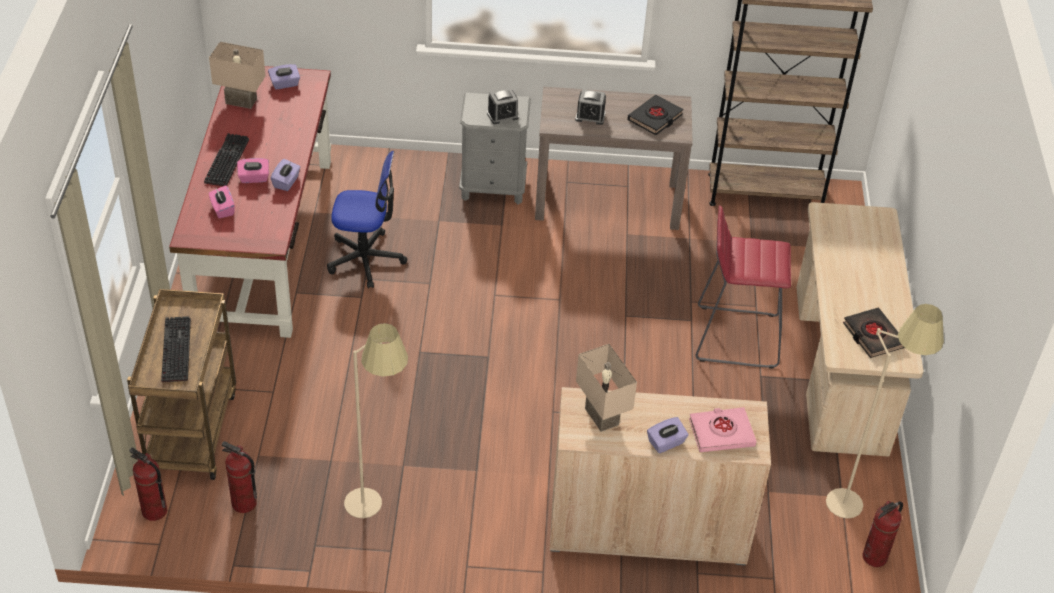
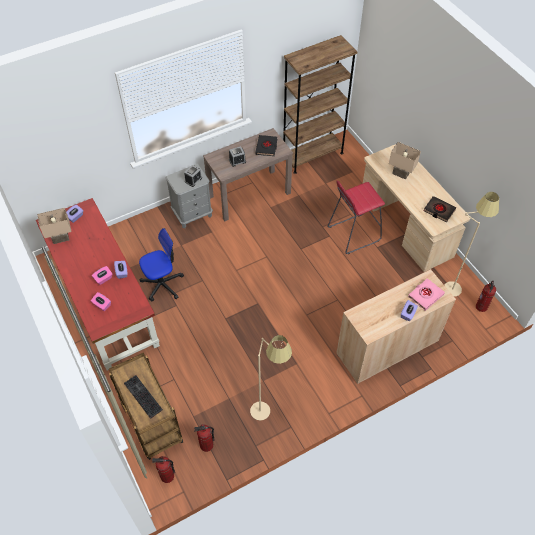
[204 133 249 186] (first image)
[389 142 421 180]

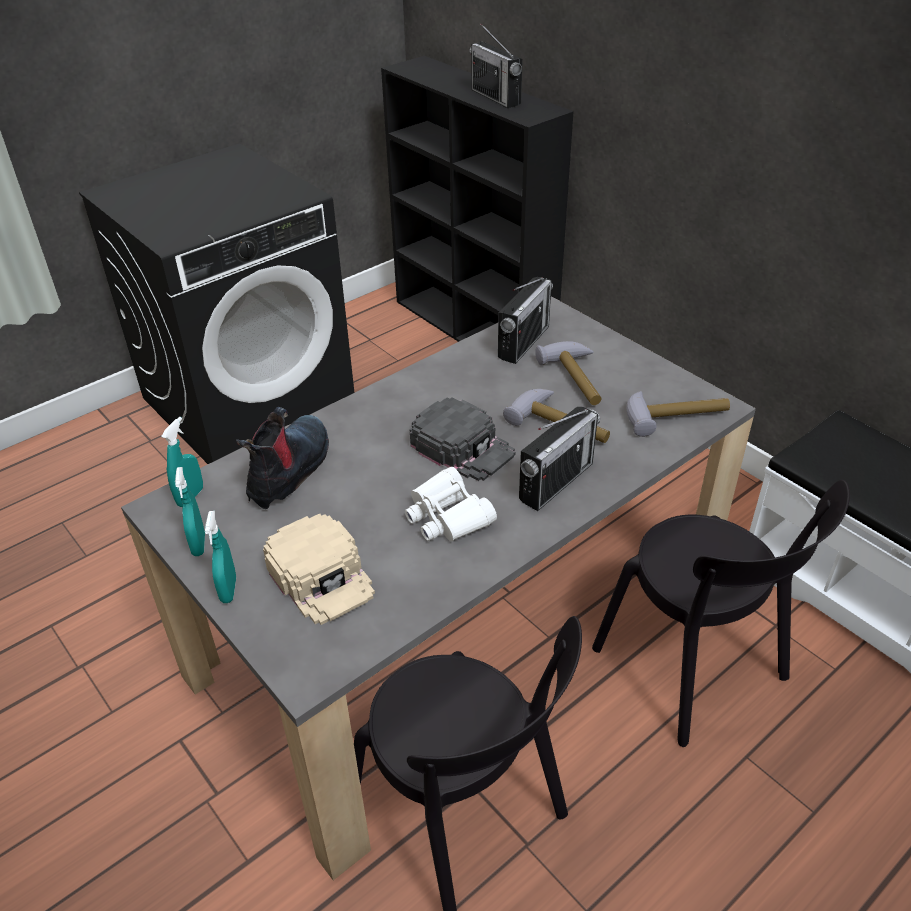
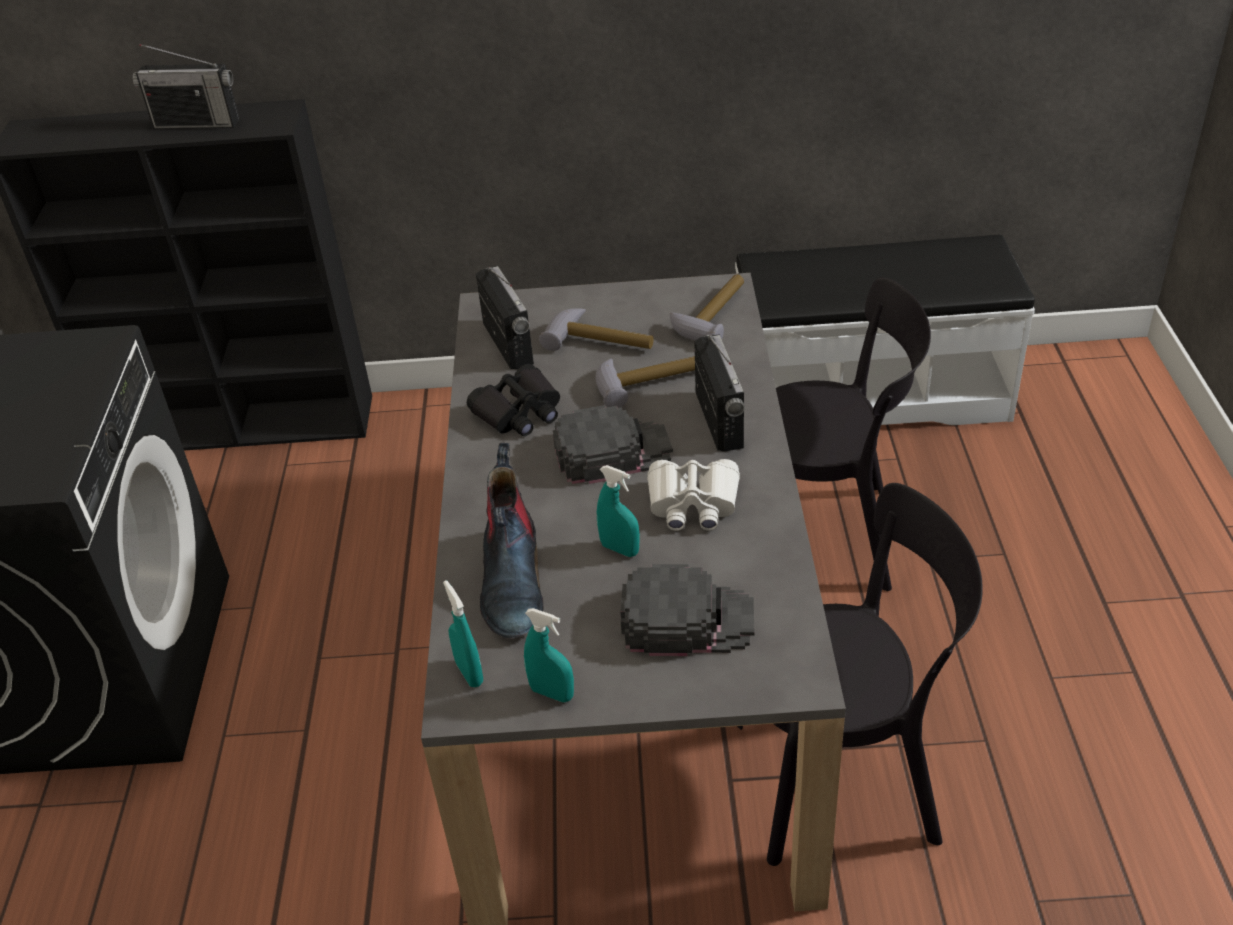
[597 465 640 557]
[480 443 543 638]
[620 564 754 656]
[467 364 560 436]

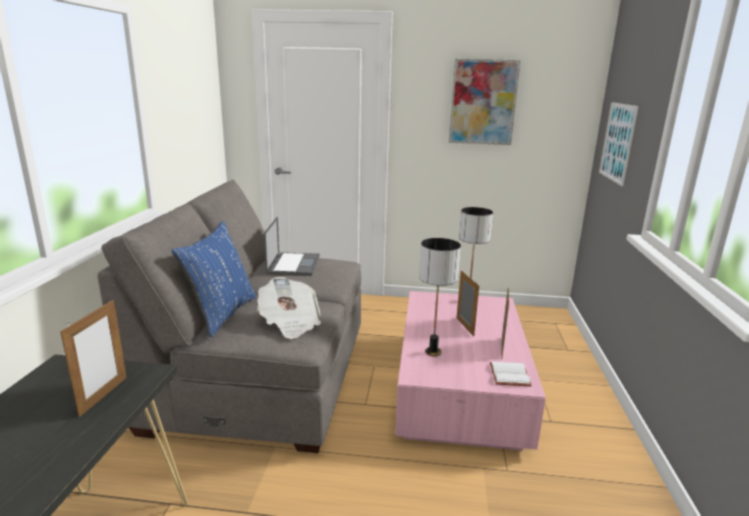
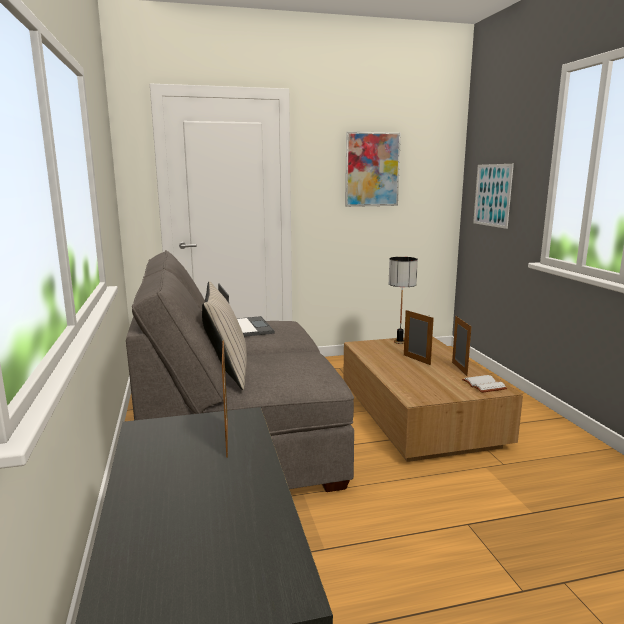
[202 281 247 390]
[257 277 321 339] (first image)
[343 337 523 462]
[419 238 461 357] (first image)

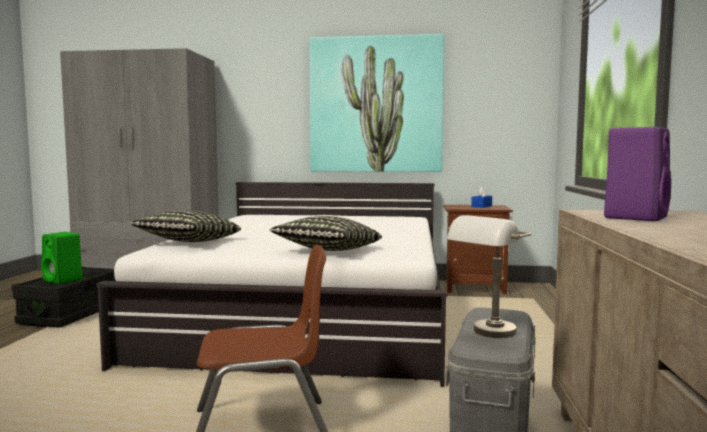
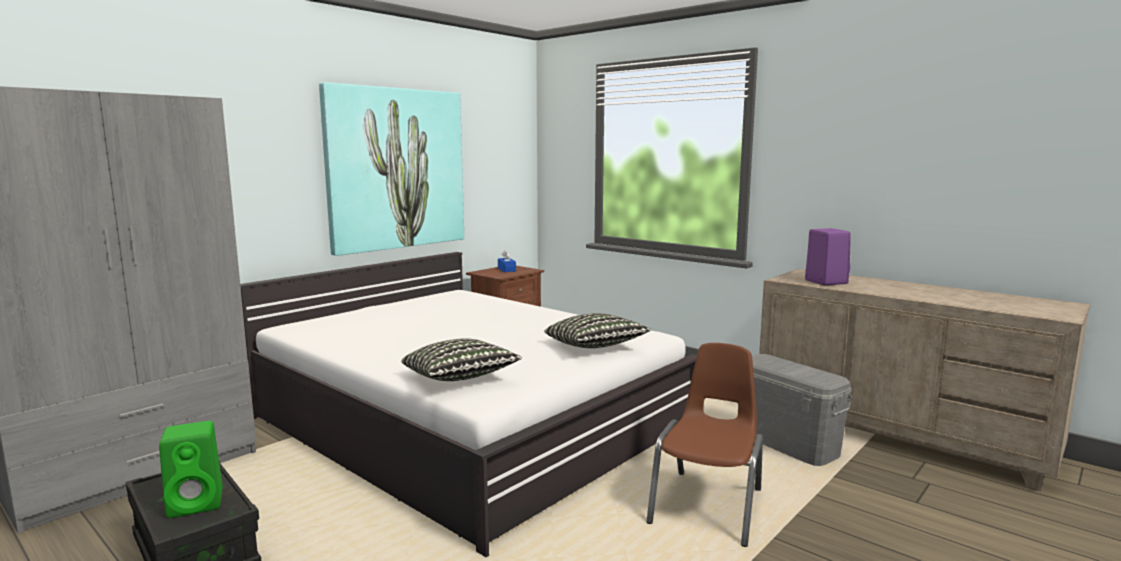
[447 215 532 338] (first image)

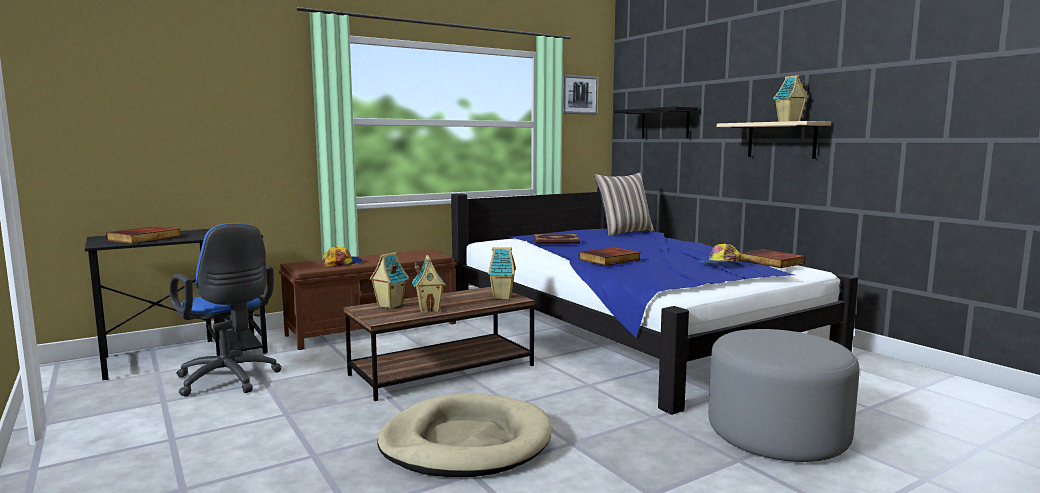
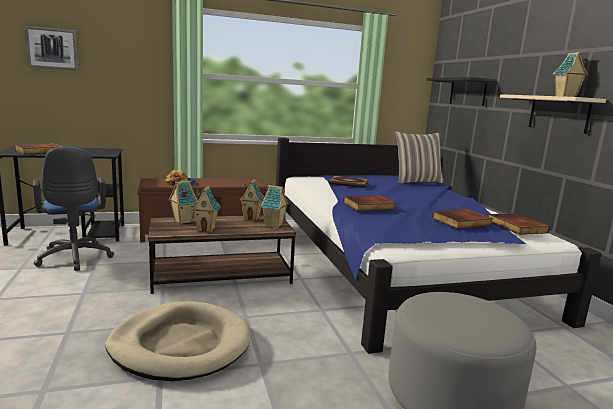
[25 26 78 70]
[432 209 493 229]
[239 179 265 221]

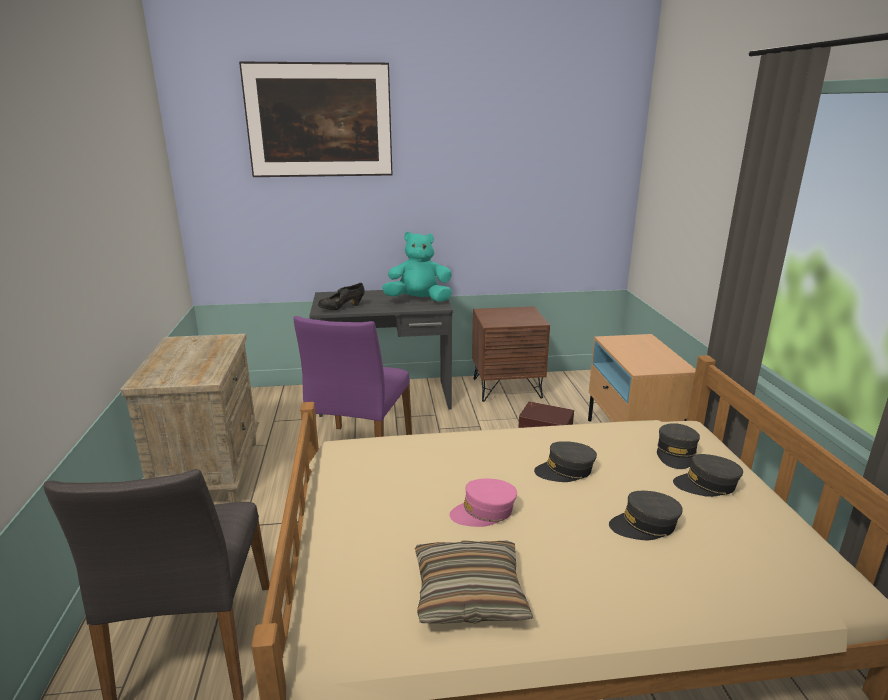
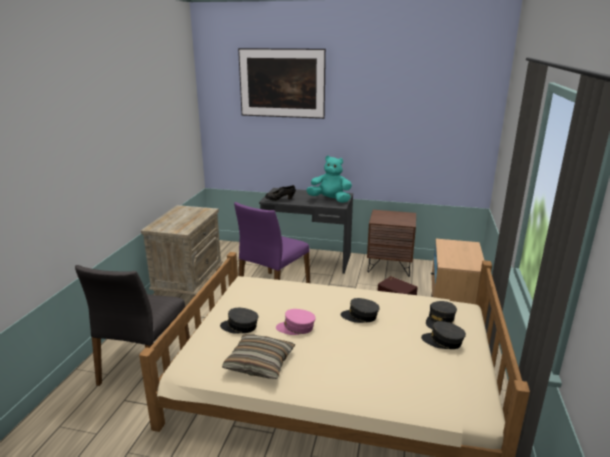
[220 308 258 334]

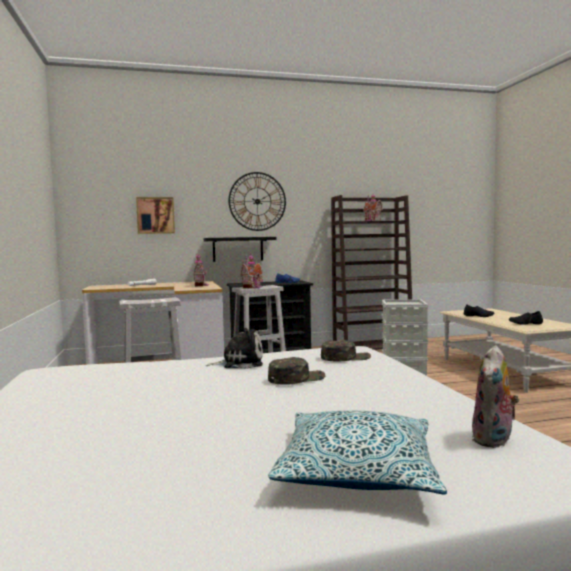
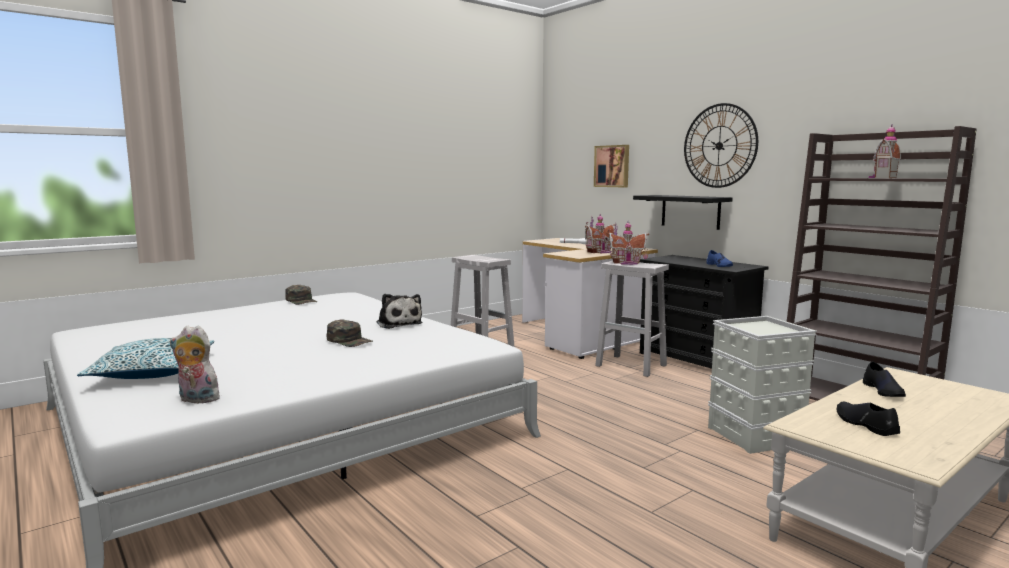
[285 285 317 305]

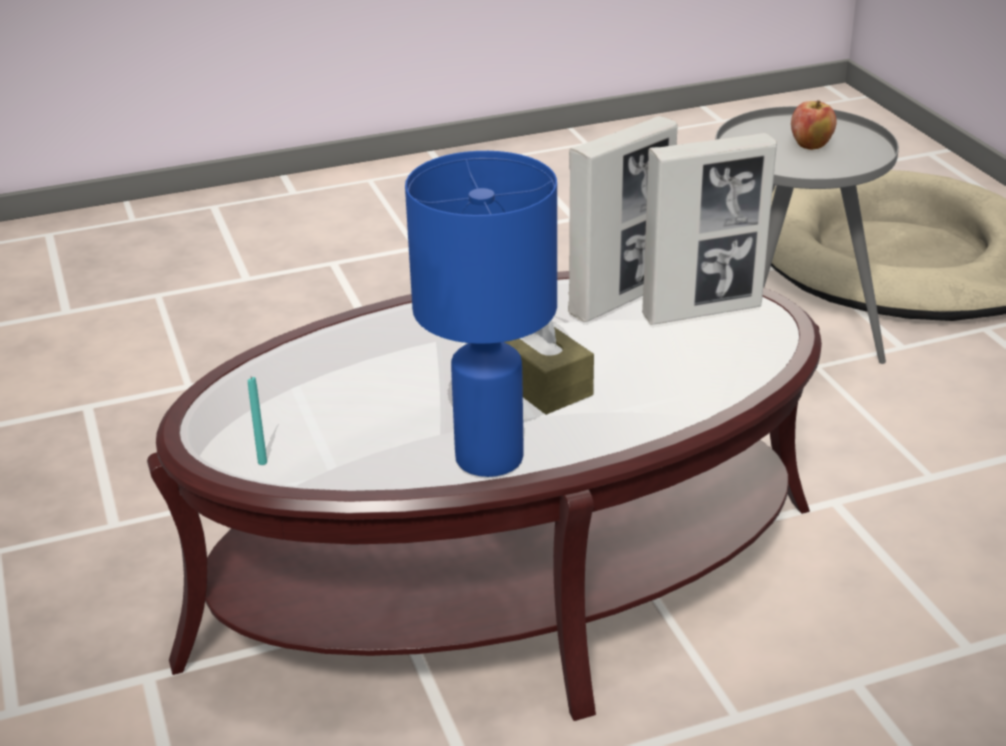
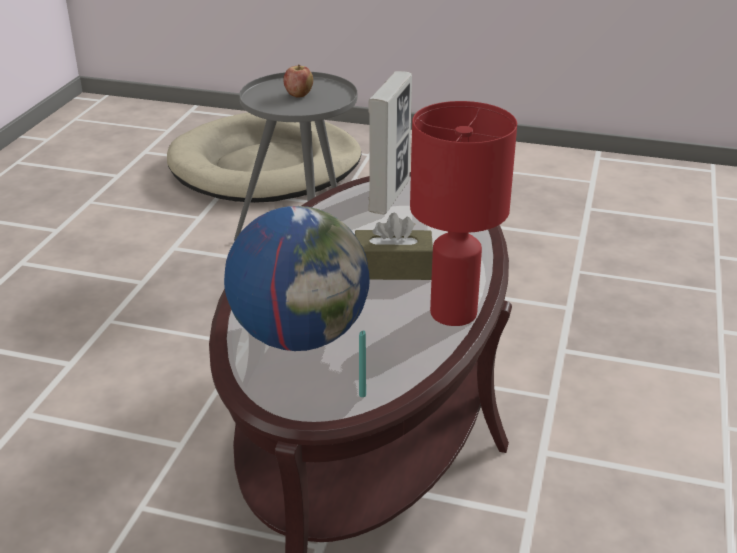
[410 101 517 326]
[568 116 677 322] (first image)
[224 206 370 351]

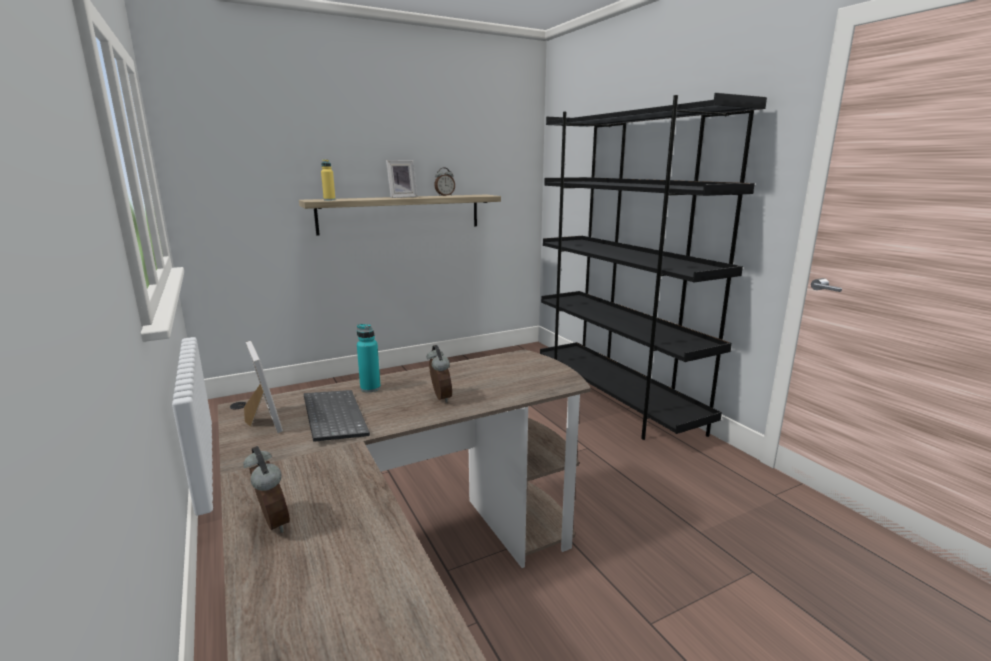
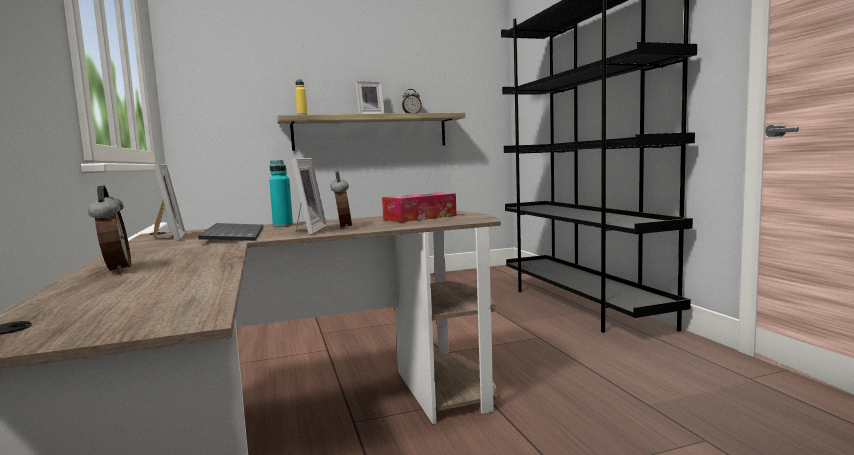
[292 158 327 235]
[382 193 457 223]

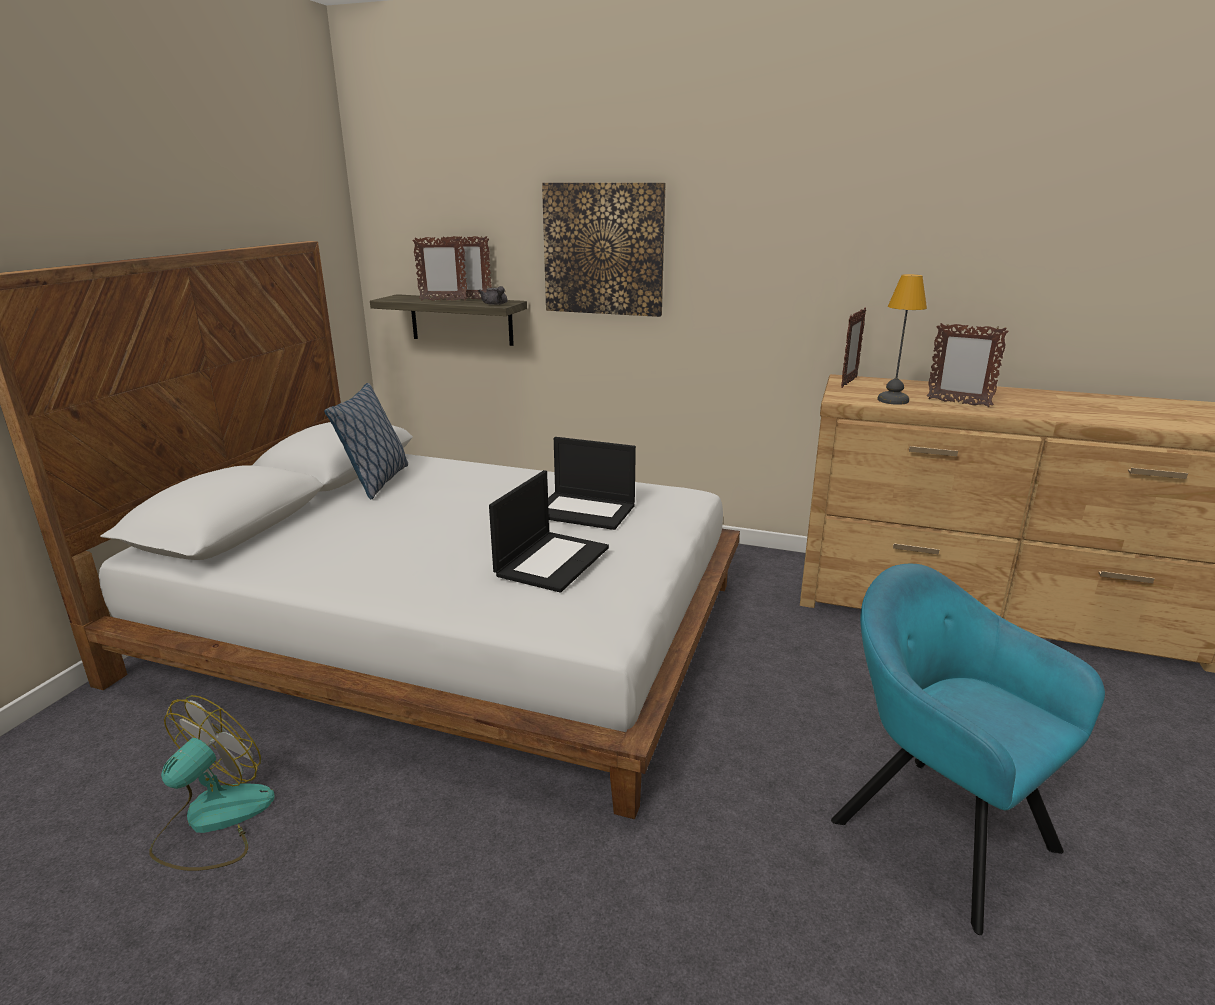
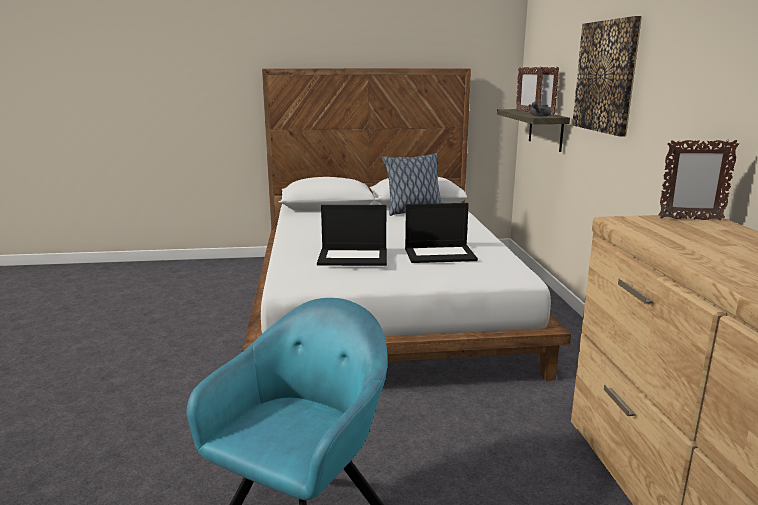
[149 695 275 871] (first image)
[405 203 478 263]
[877 274 927 405] (first image)
[927 323 1009 407] (first image)

